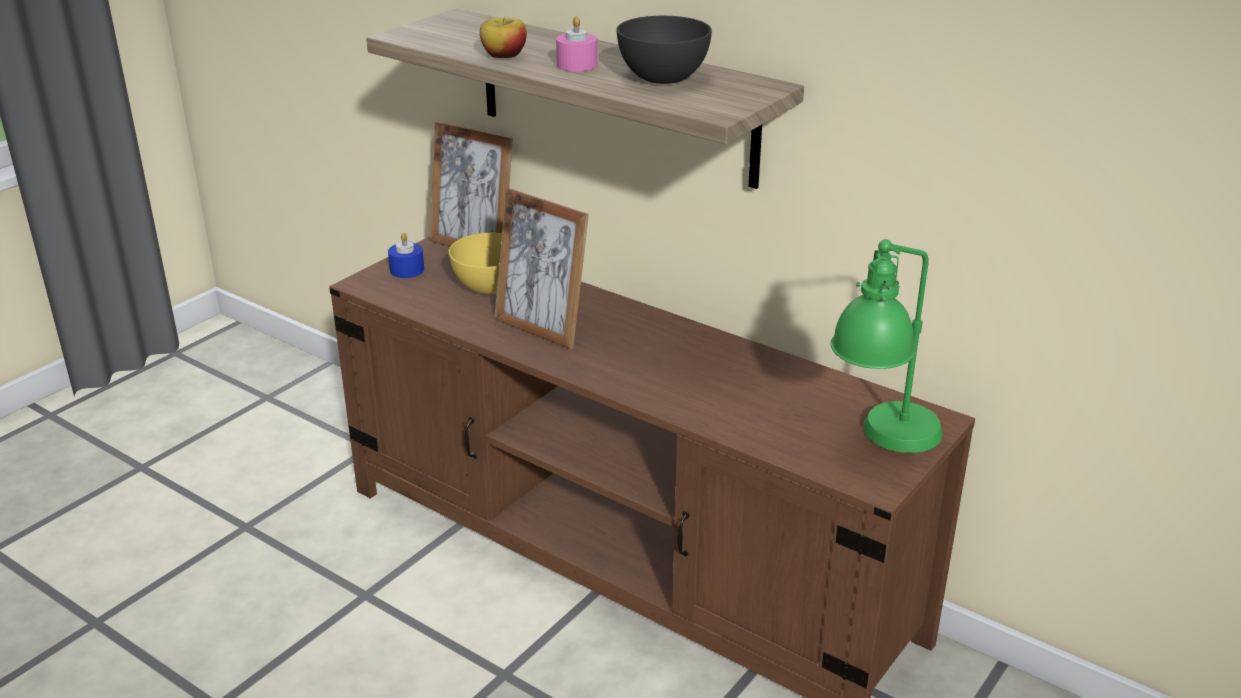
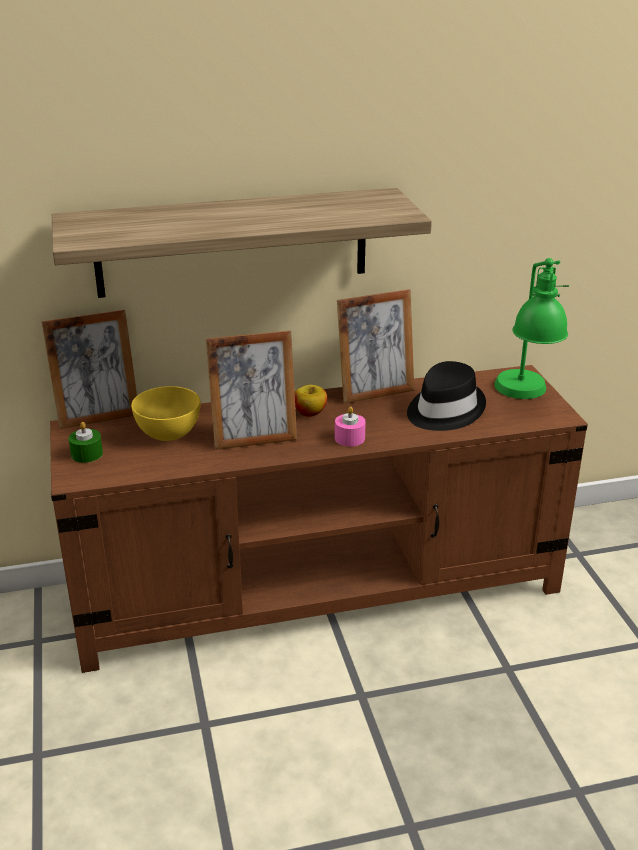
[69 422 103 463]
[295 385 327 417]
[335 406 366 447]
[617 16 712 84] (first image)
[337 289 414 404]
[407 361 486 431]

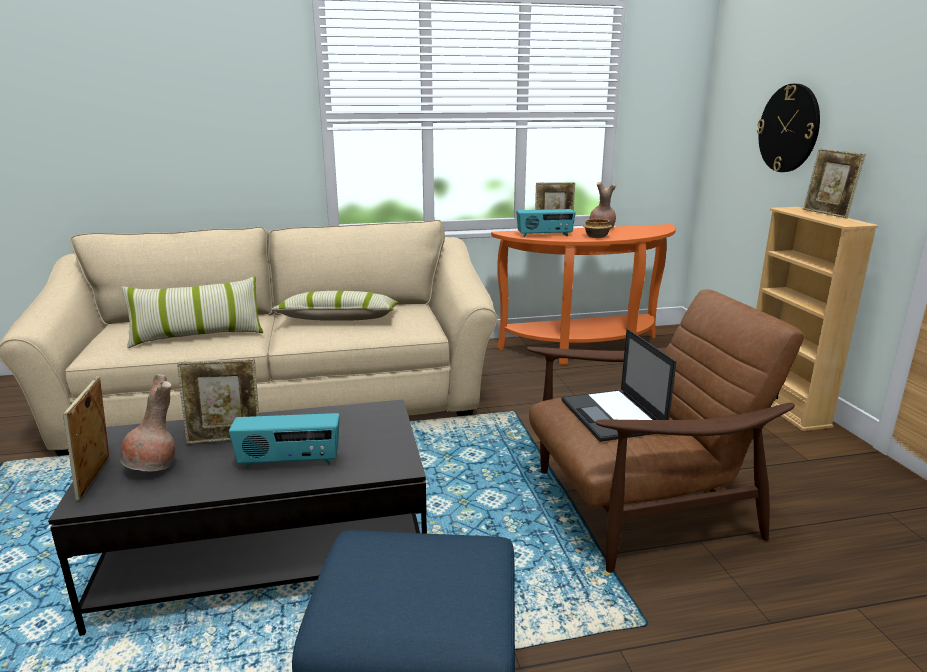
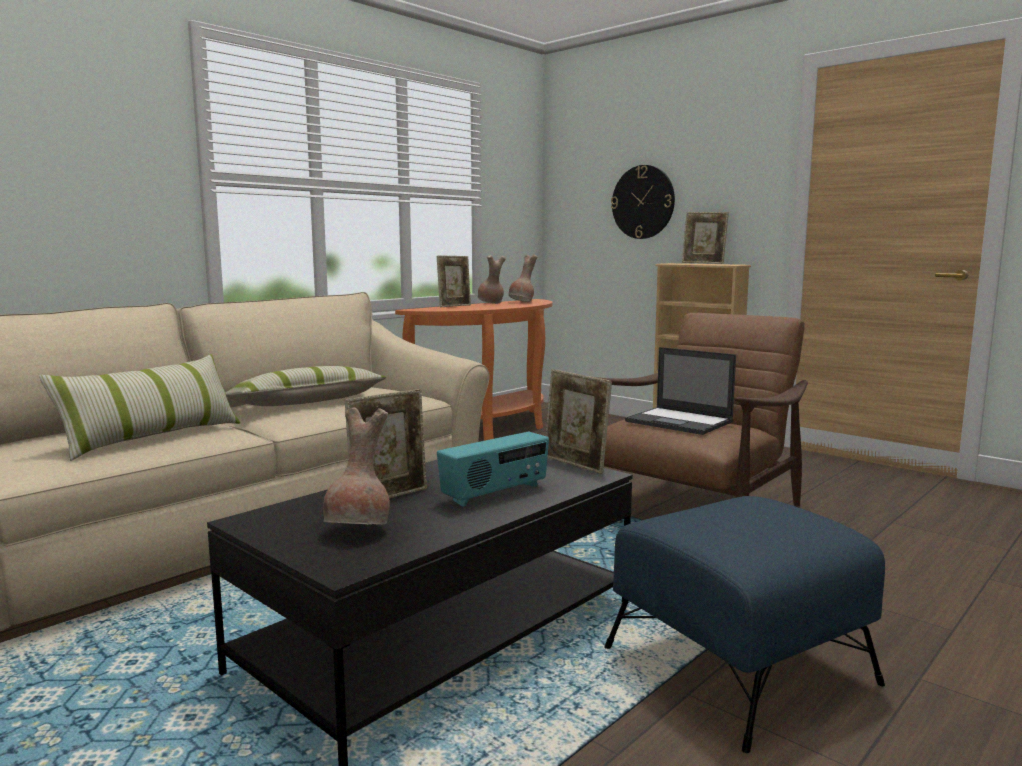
[546 369 612 474]
[516 209 576 237] (first image)
[583 219 612 238] (first image)
[508 255 538 302]

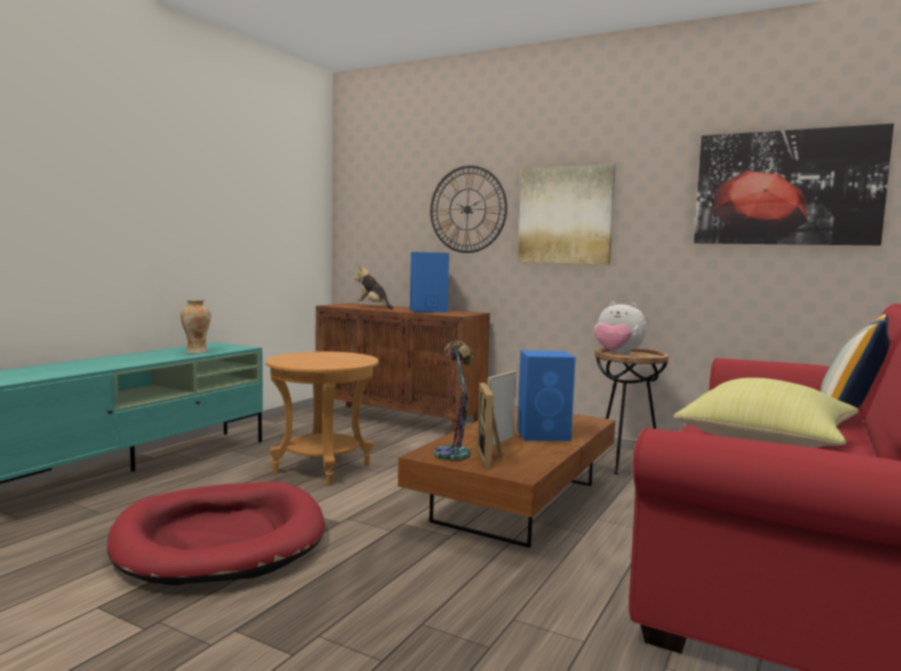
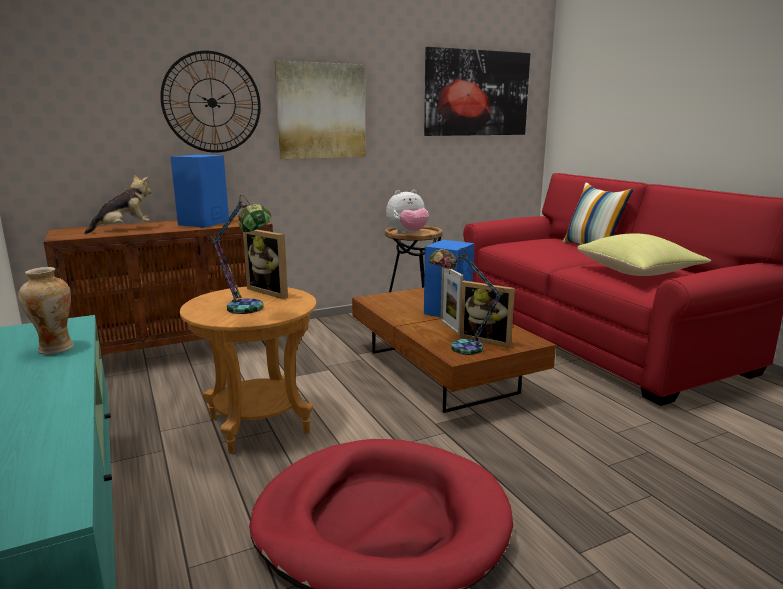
[84 175 152 234]
[211 195 272 314]
[243 230 288 299]

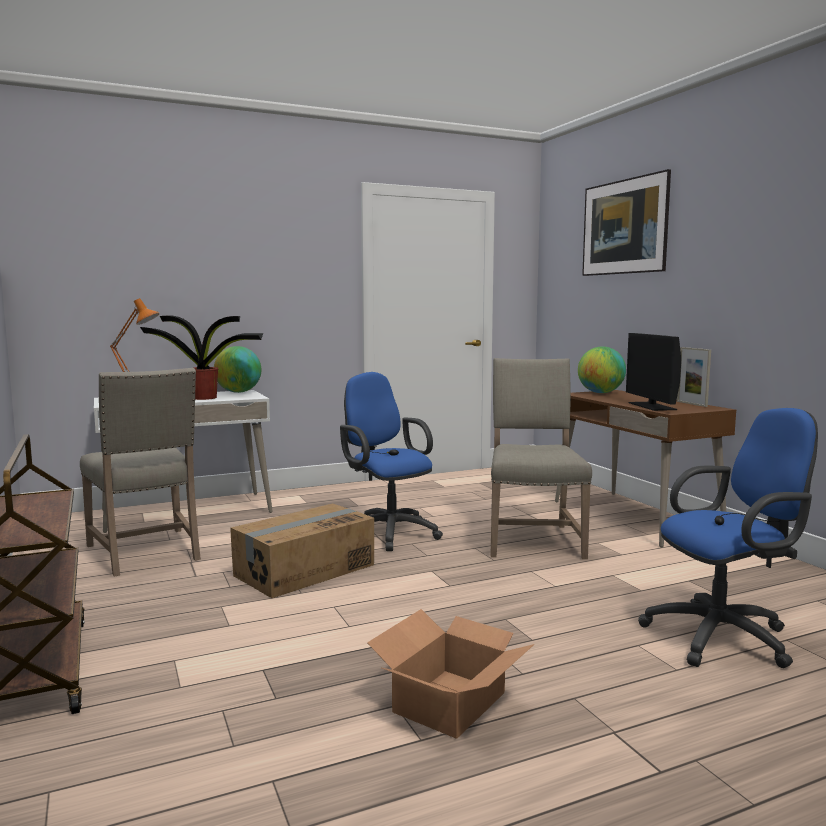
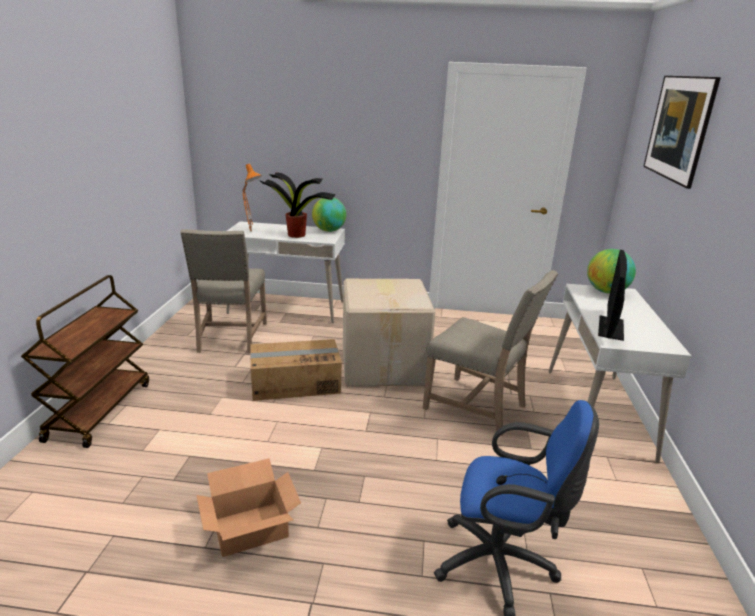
[343 279 435 387]
[423 270 558 436]
[548 284 691 463]
[677 347 711 407] (first image)

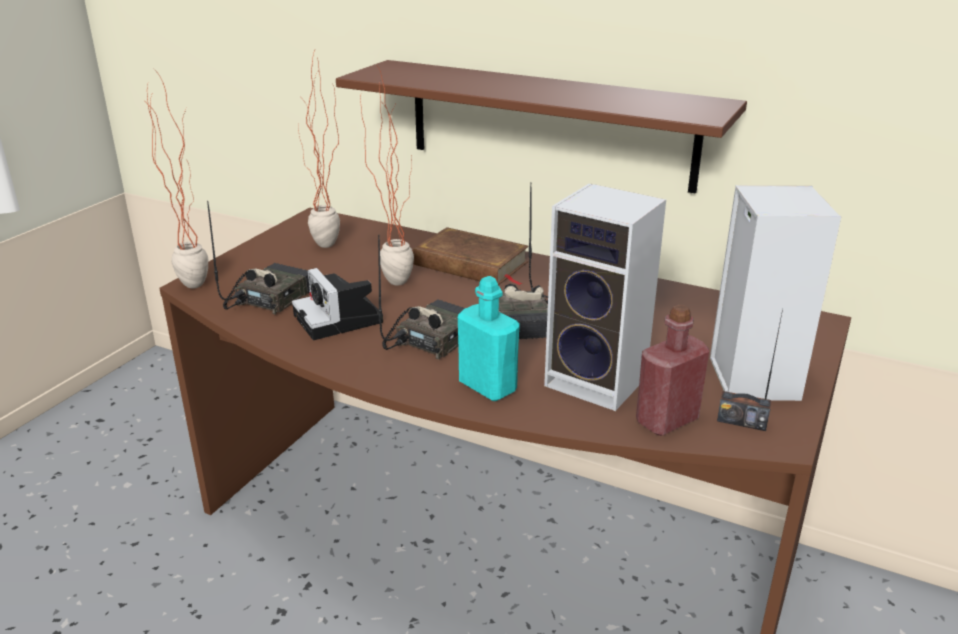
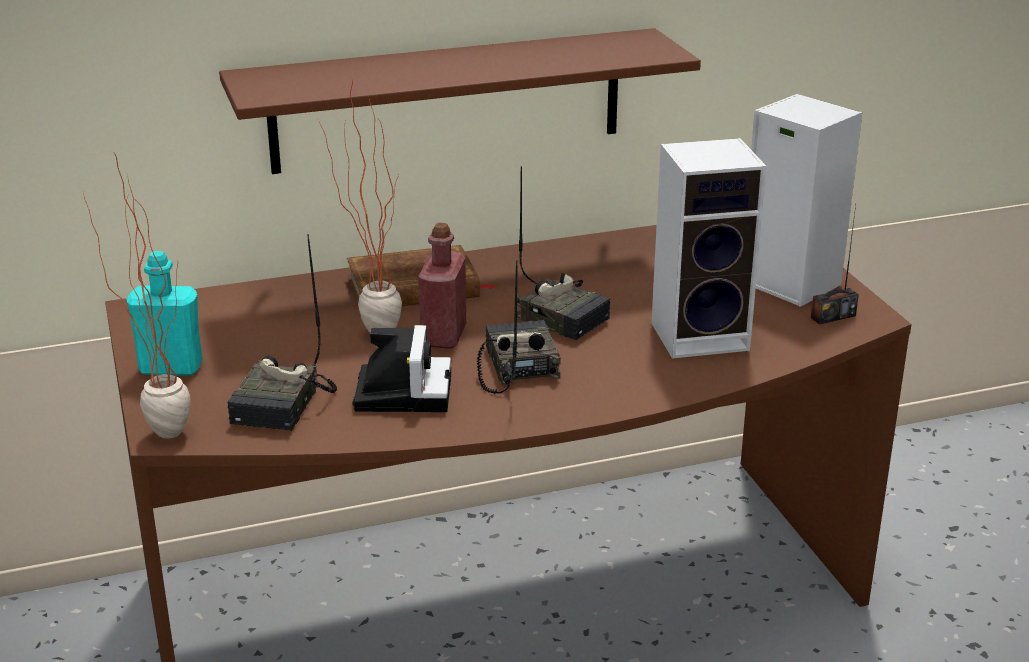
[227 234 337 431]
[352 325 451 412]
[298 48 340 248] (first image)
[126 251 203 376]
[418 223 466 349]

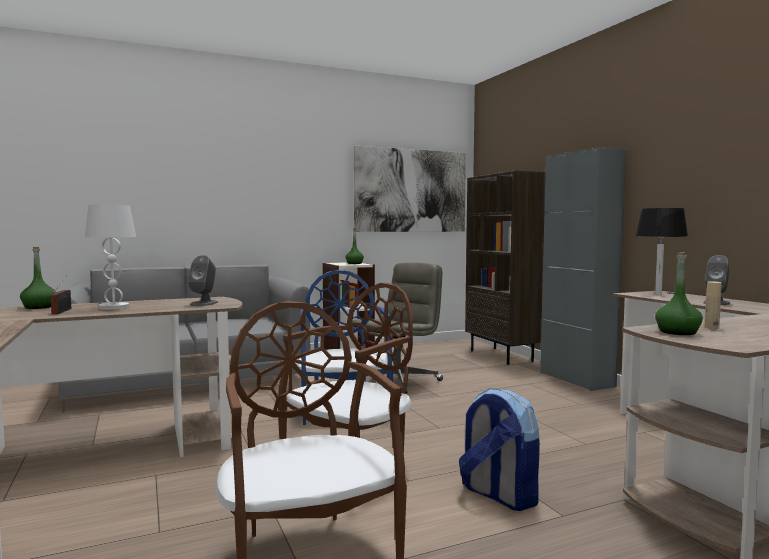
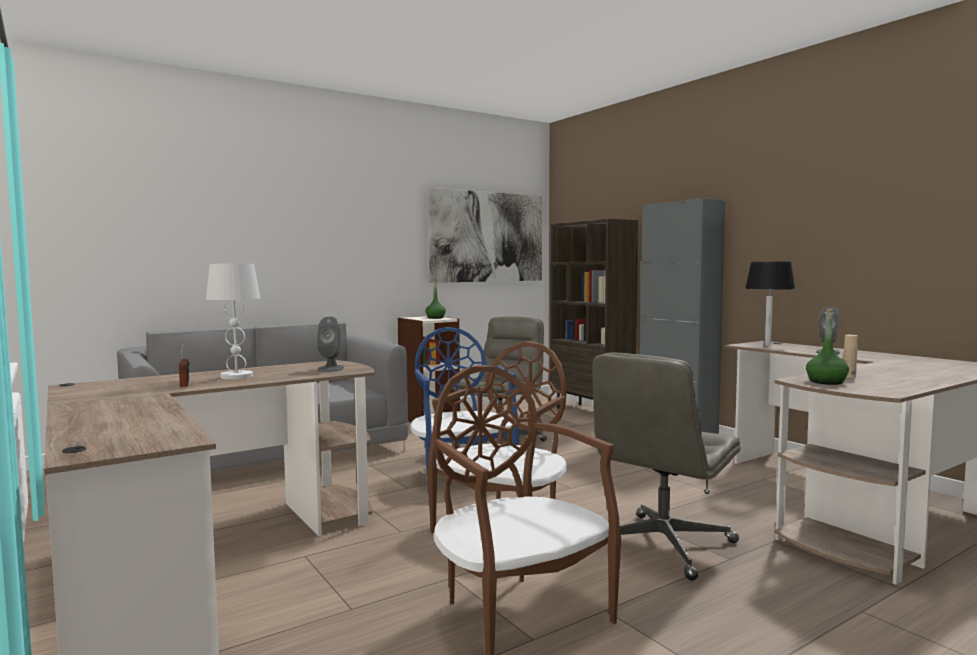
[20 246 56 309] (first image)
[592 353 741 581]

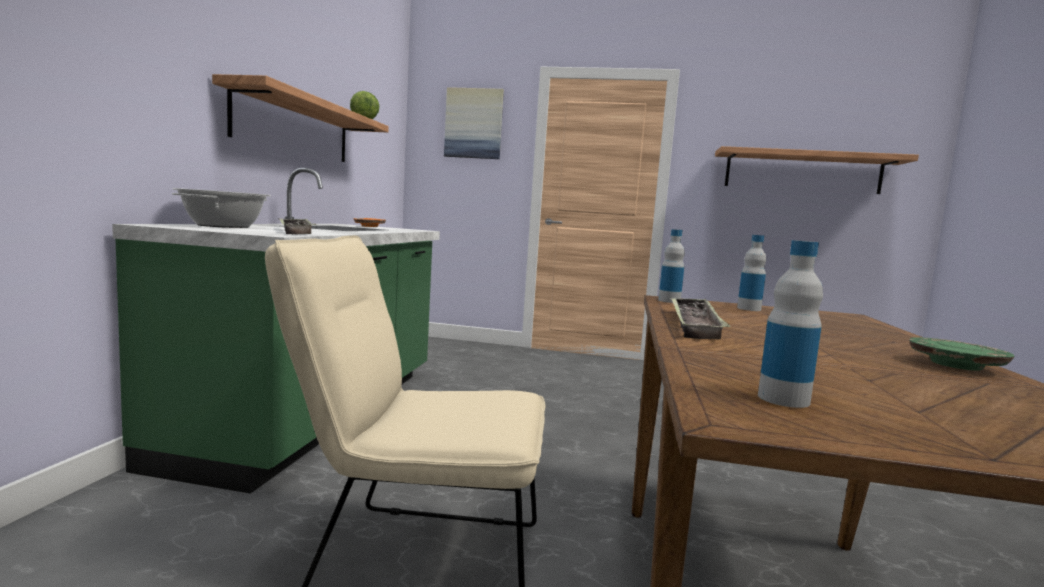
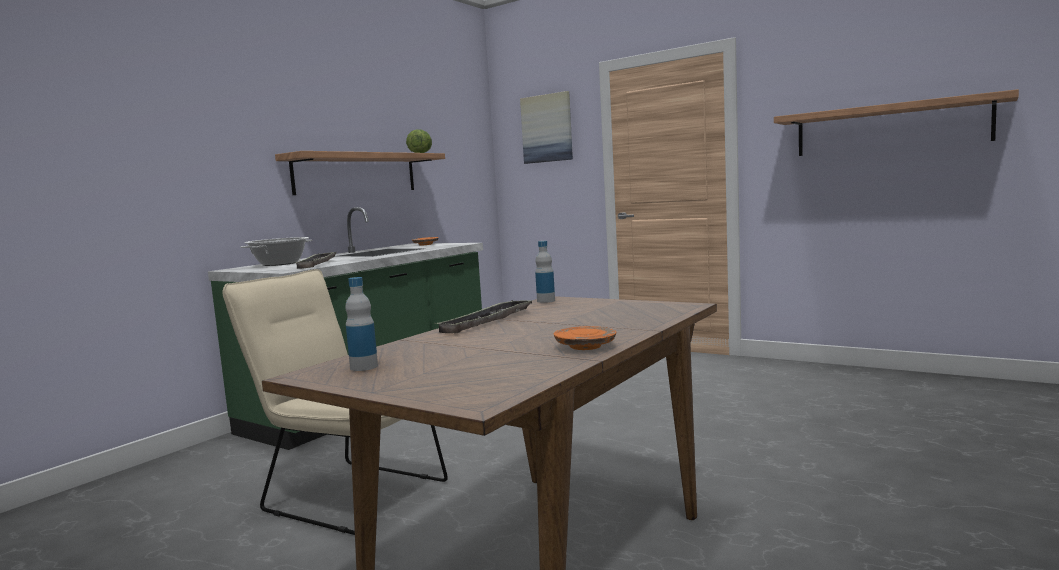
[737 235 766 311] (first image)
[553 326 616 350]

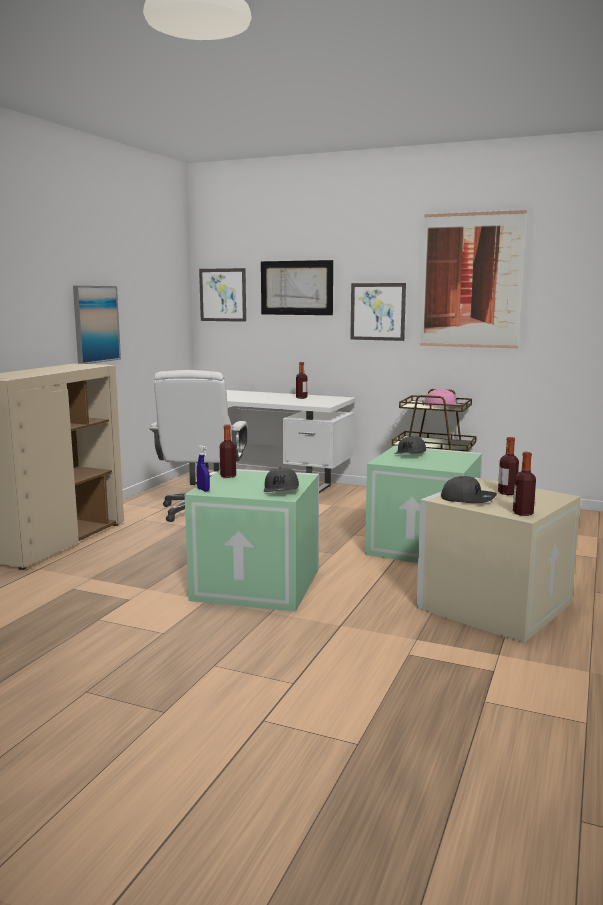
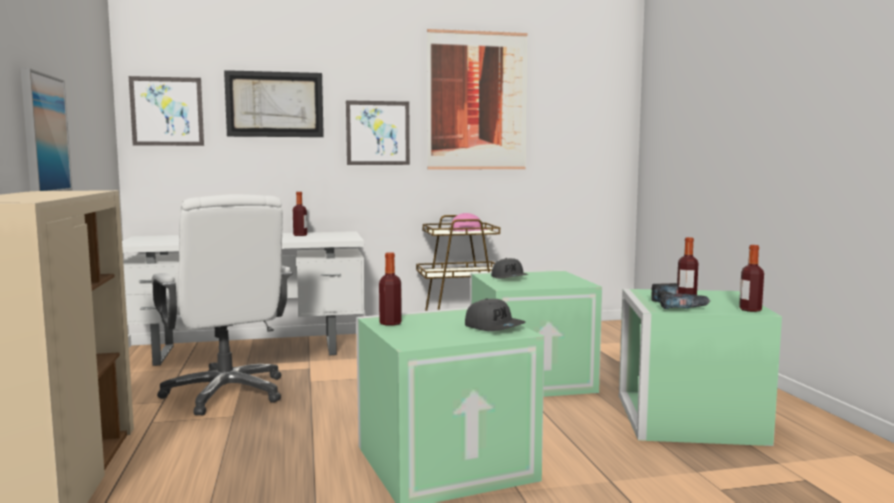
[197 445 210 491] (first image)
[619 289 782 446]
[652 283 711 309]

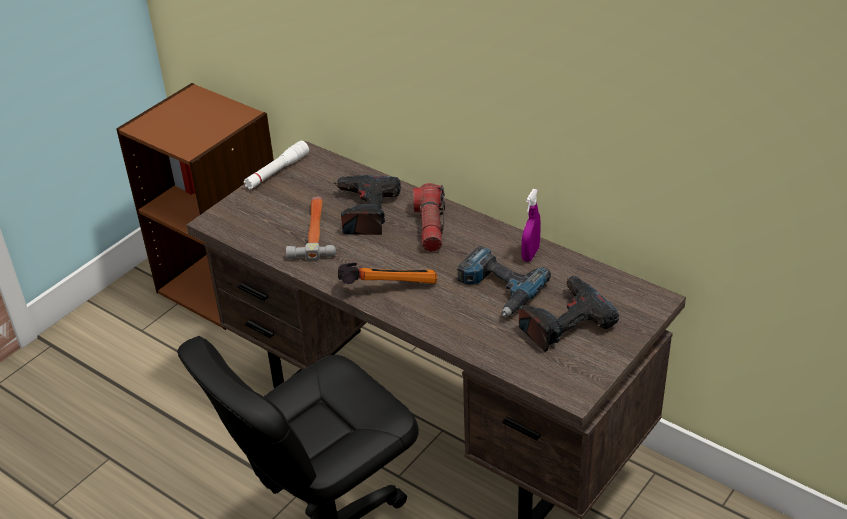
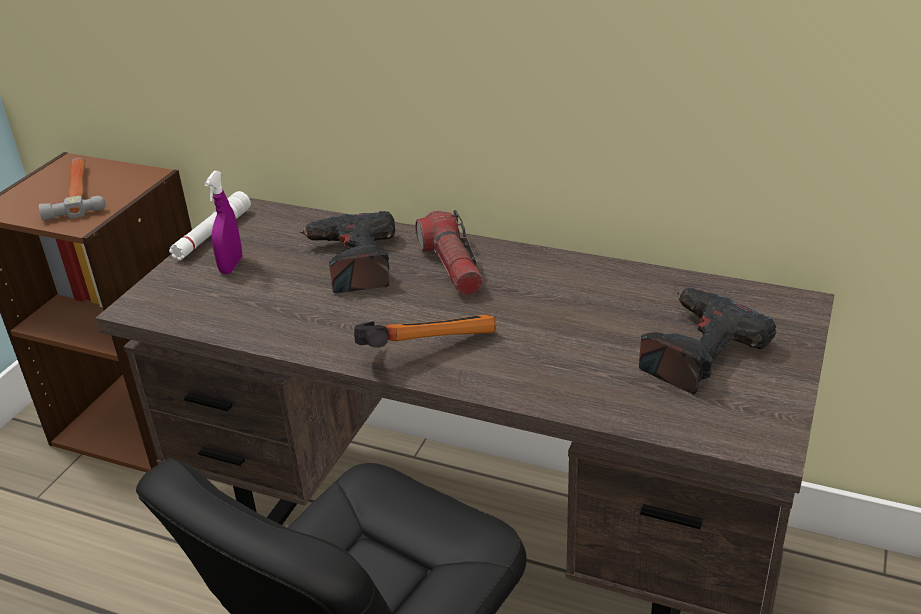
[39 157 105 221]
[457 246 551 317] (first image)
[204 171 242 274]

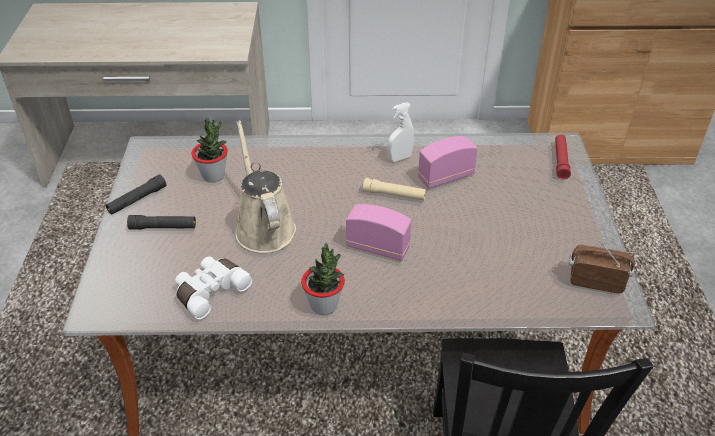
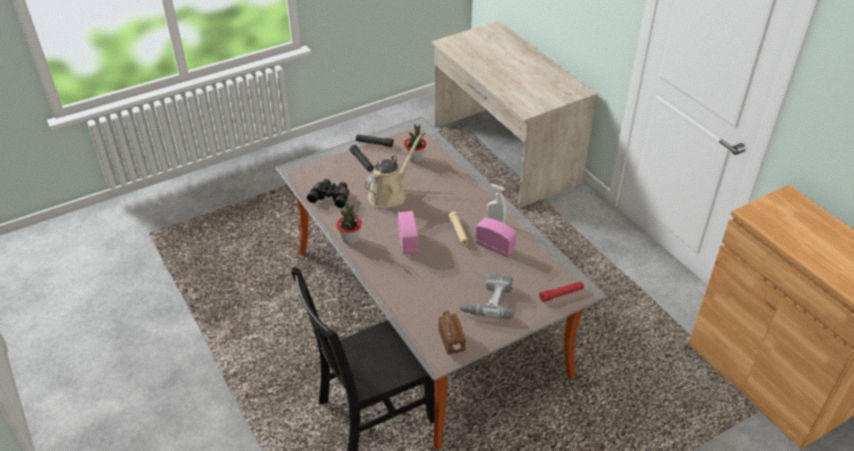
[307 179 349 208]
[459 274 513 319]

